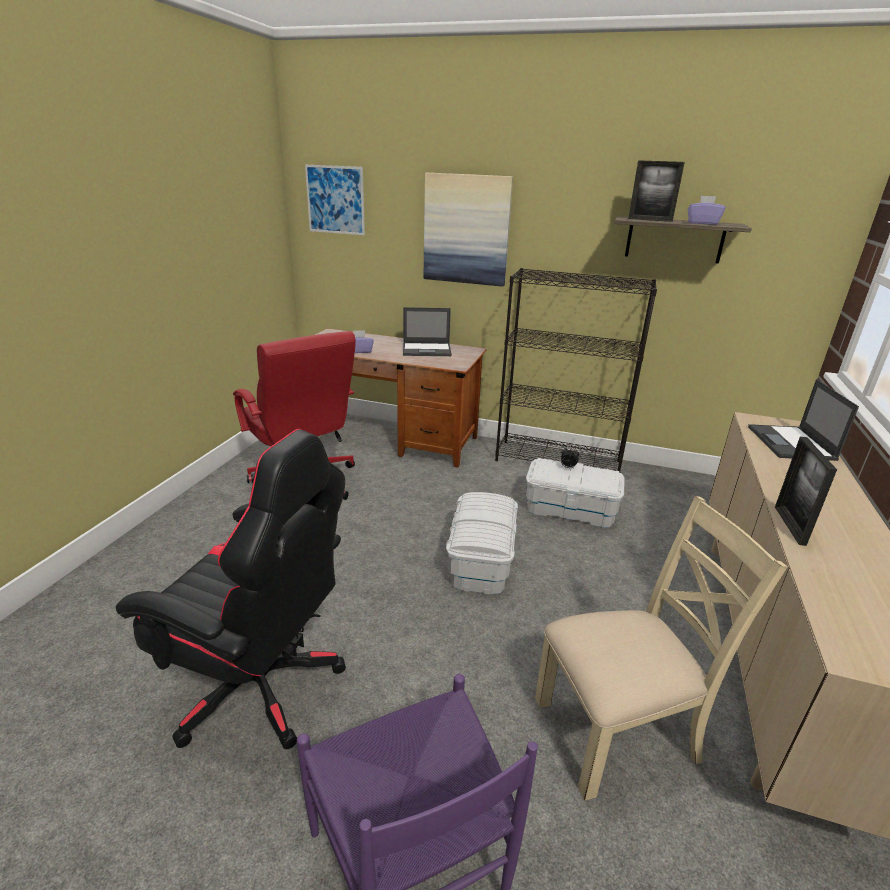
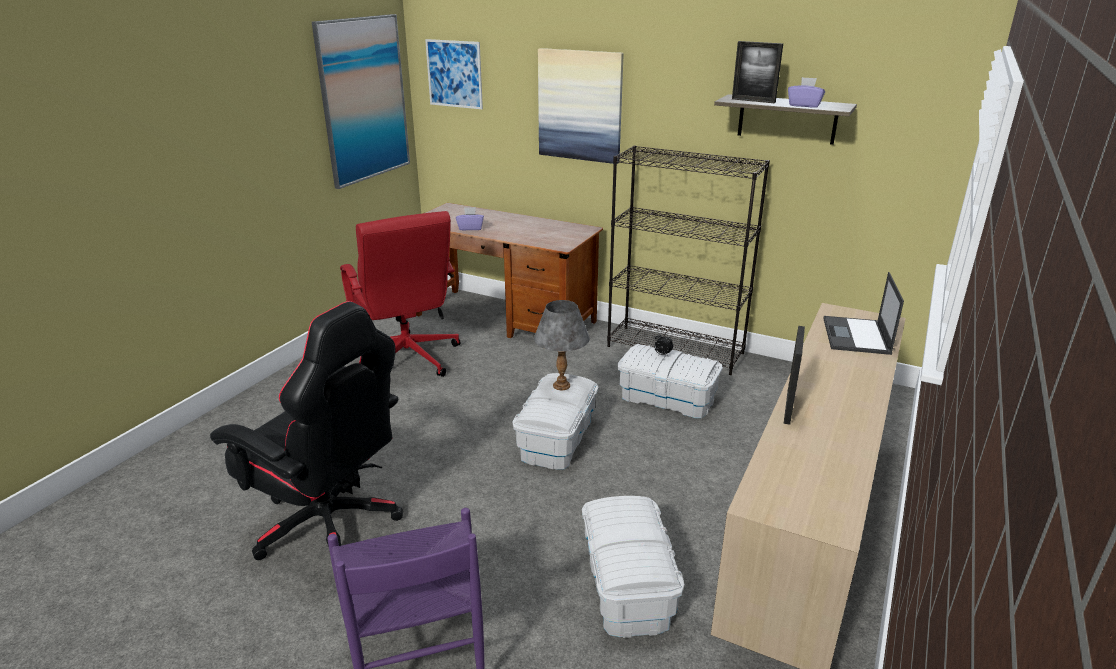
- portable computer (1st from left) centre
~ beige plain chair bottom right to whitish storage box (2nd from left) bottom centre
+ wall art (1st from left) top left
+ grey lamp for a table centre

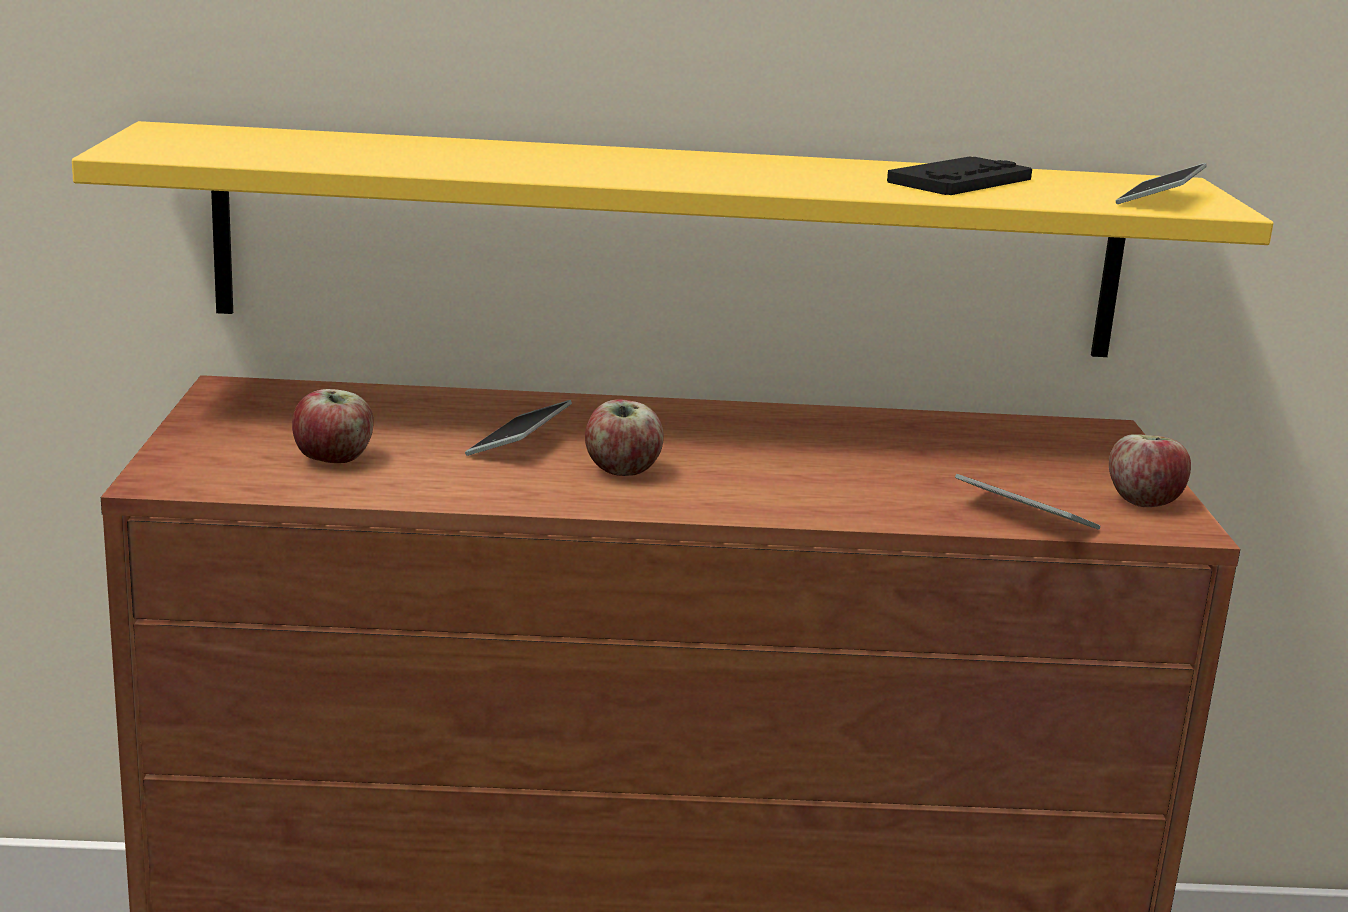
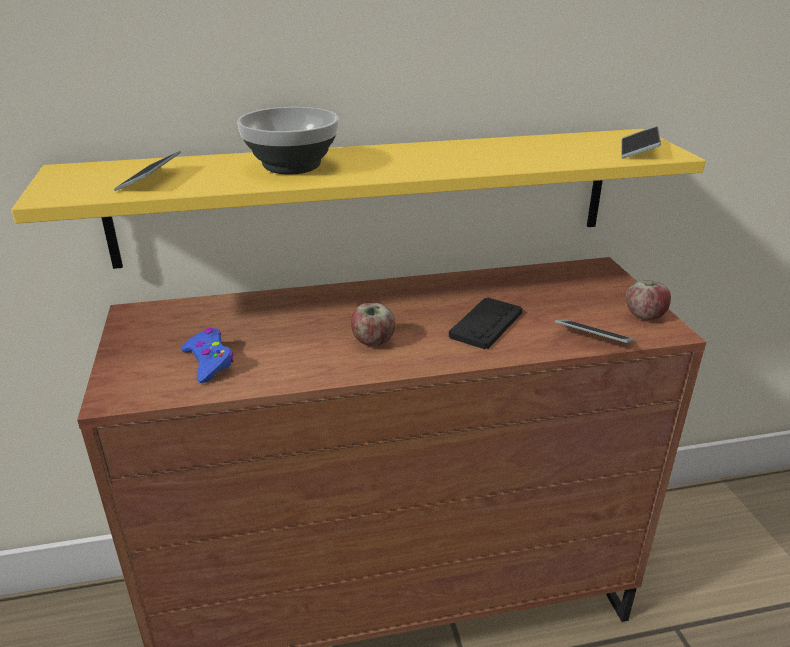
~ blackish gamepad top right to centre
~ apple fruit (1st from left) middle left to blue gamepad middle left
~ phone (1st from left) centre to top left
+ bowl top centre

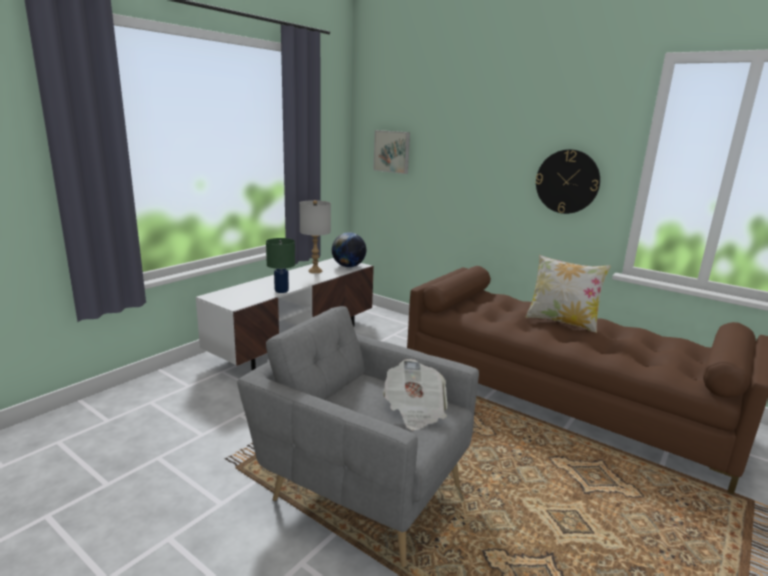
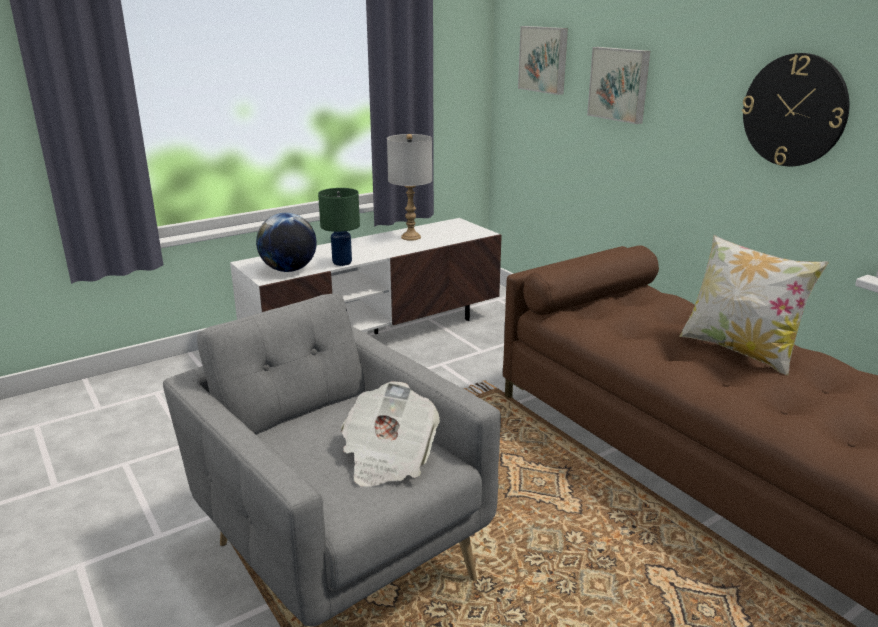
~ world globe centre to middle left
+ wall art (2nd from left) top right

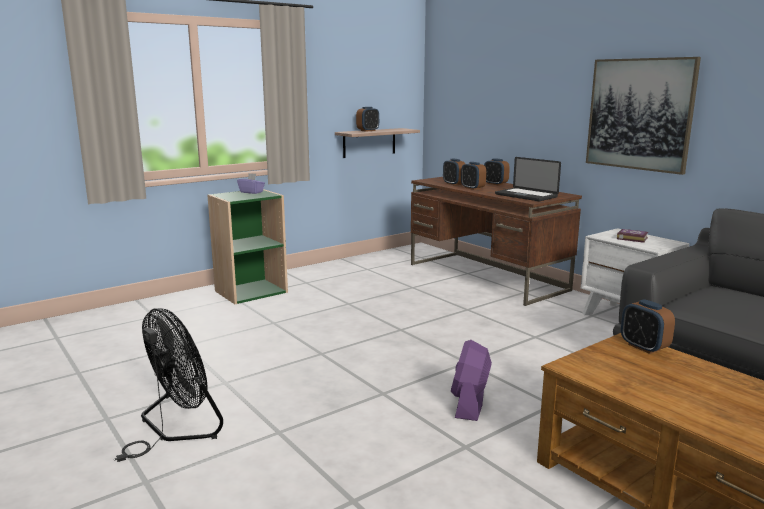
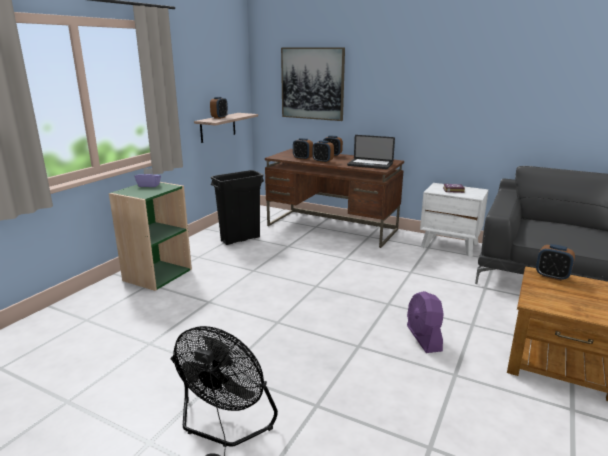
~ wall art top right to top centre
+ blackish rubbish bin centre

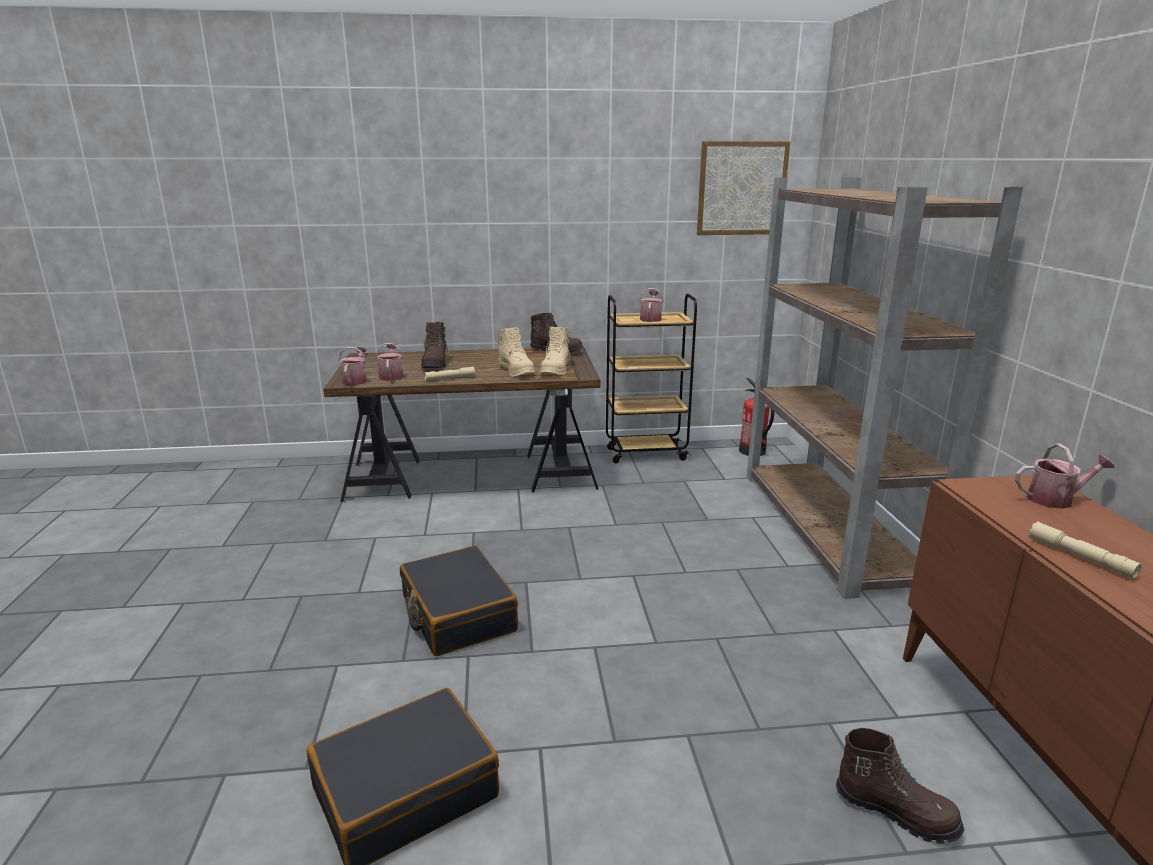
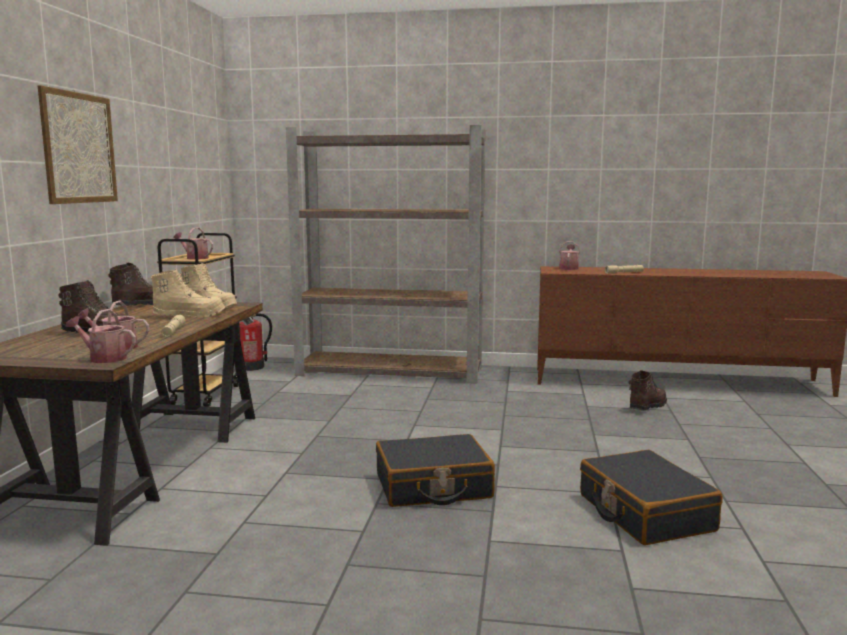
~ wall art top centre to top left

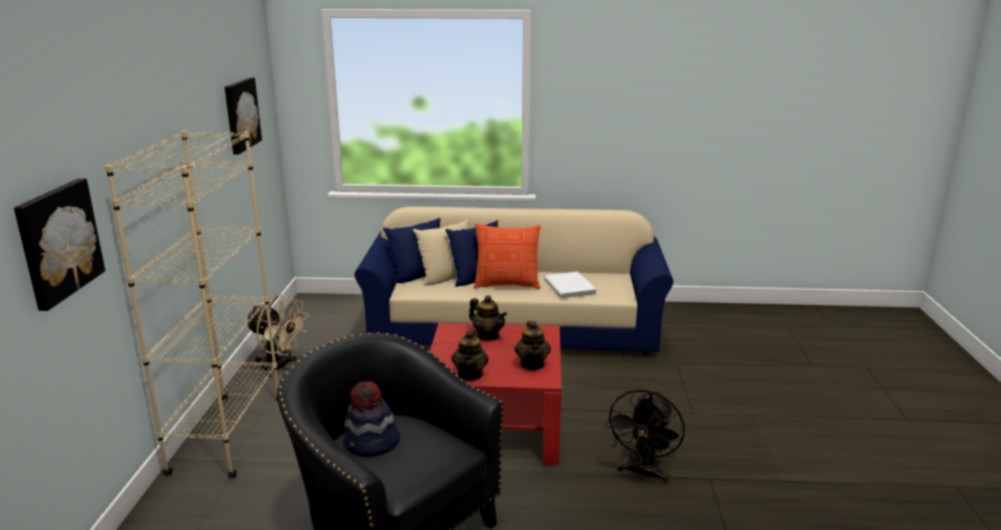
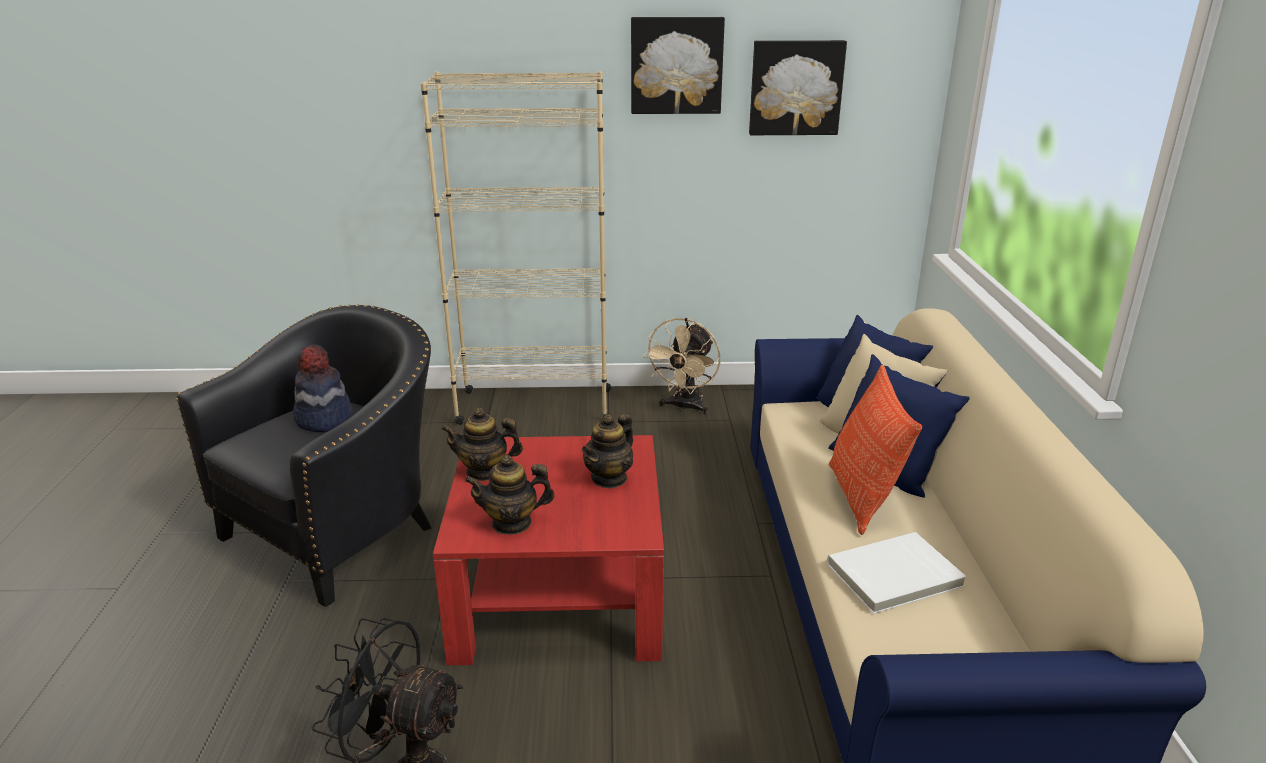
~ wall art (1st from left) middle left to top centre

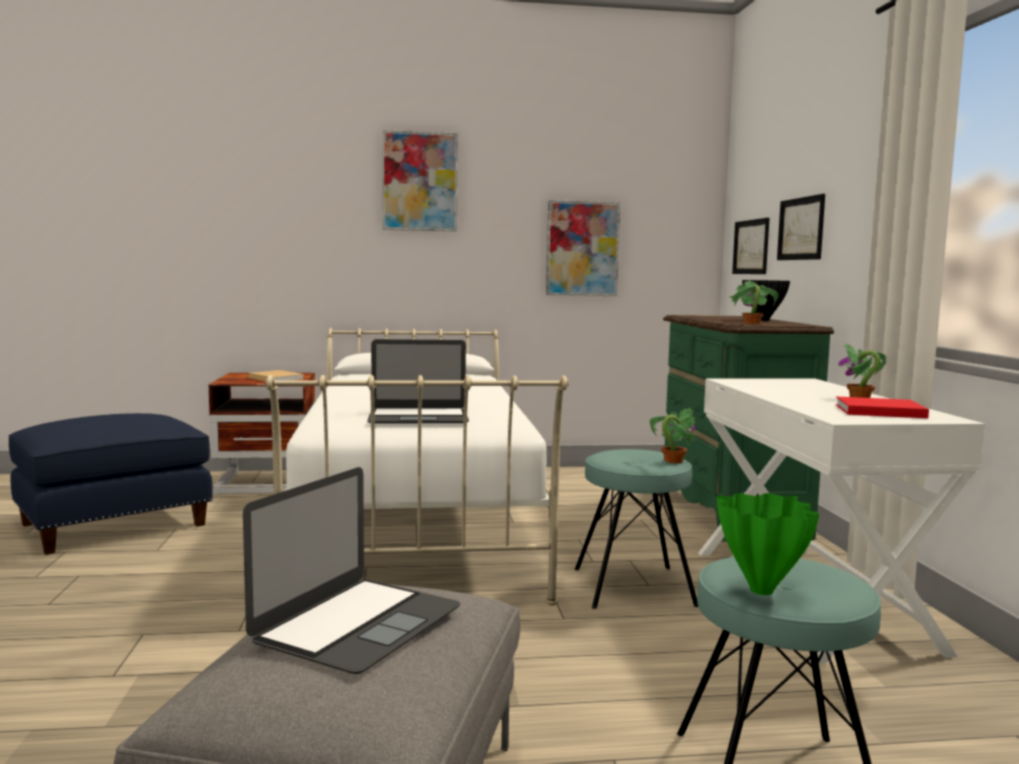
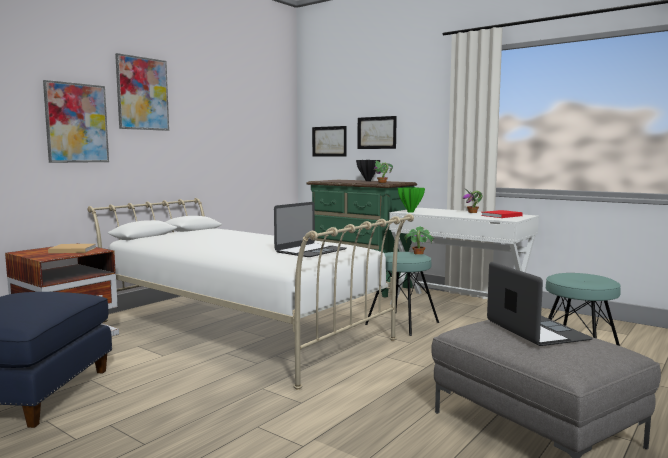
~ wall art (2nd from left in the first image) top centre to wall art (1st from left) top left
~ green vase bottom right to centre

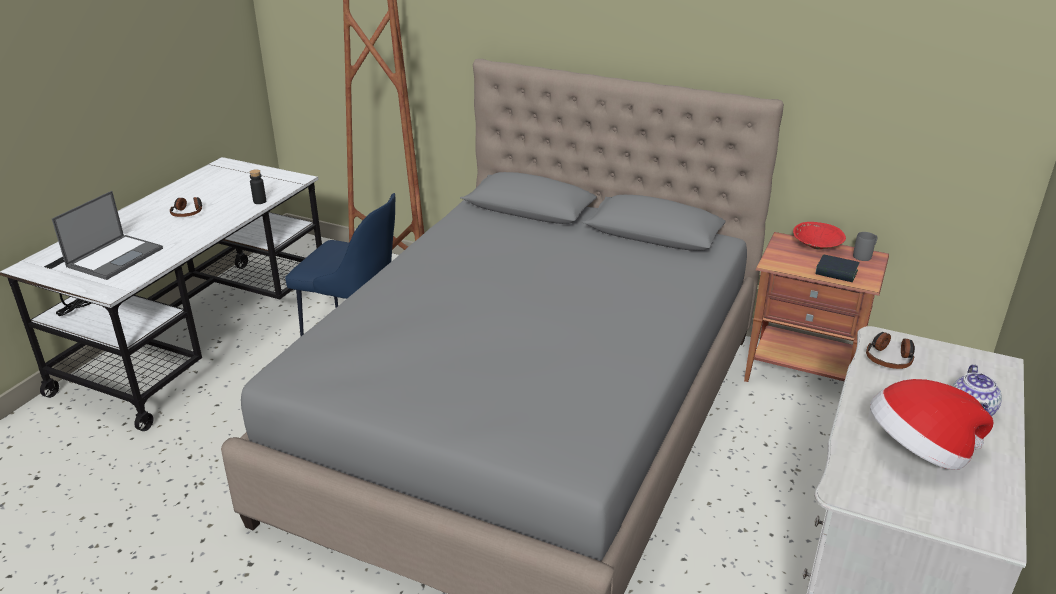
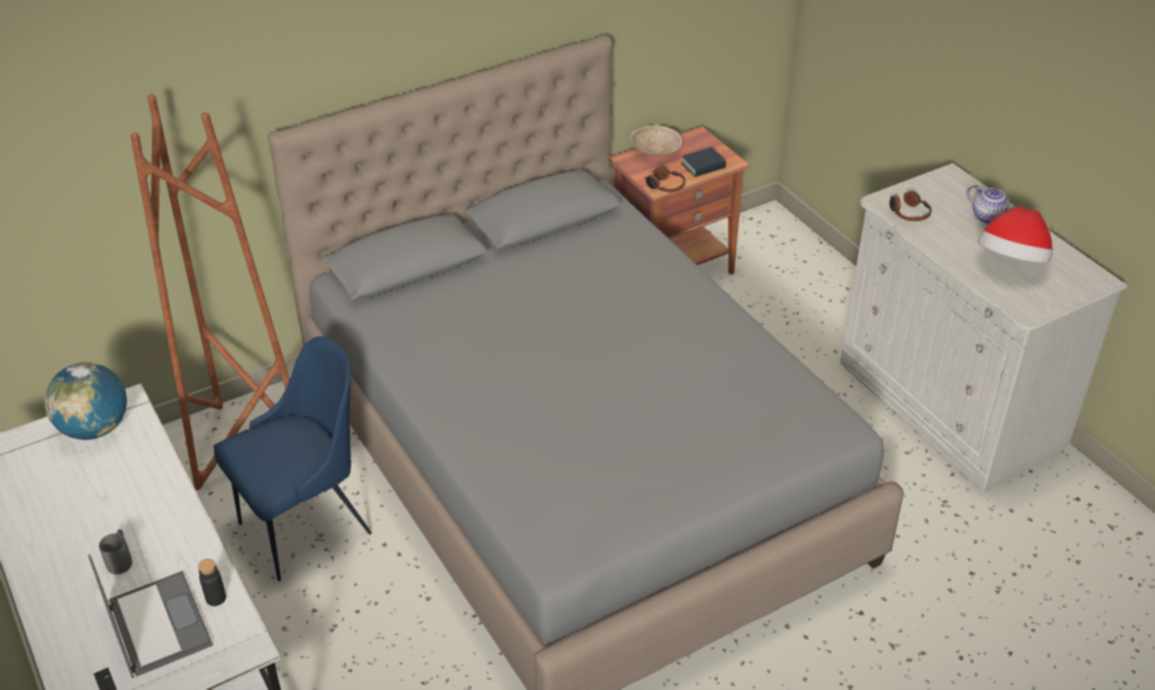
~ blackish beverage bottle top left to bottom left
~ pair of headphones (1st from left) middle left to top centre
~ red bowl middle right to beige bowl top centre
~ grey tea mug middle right to bottom left
+ world globe middle left

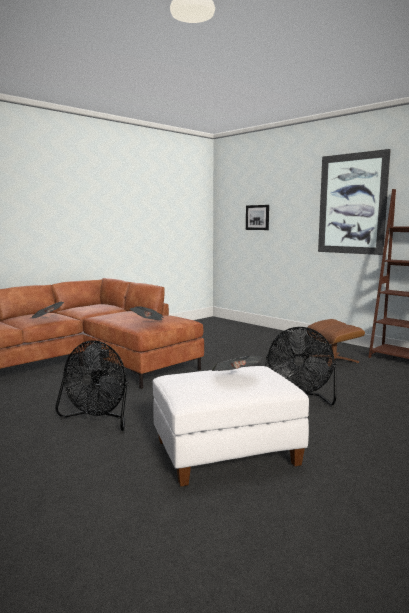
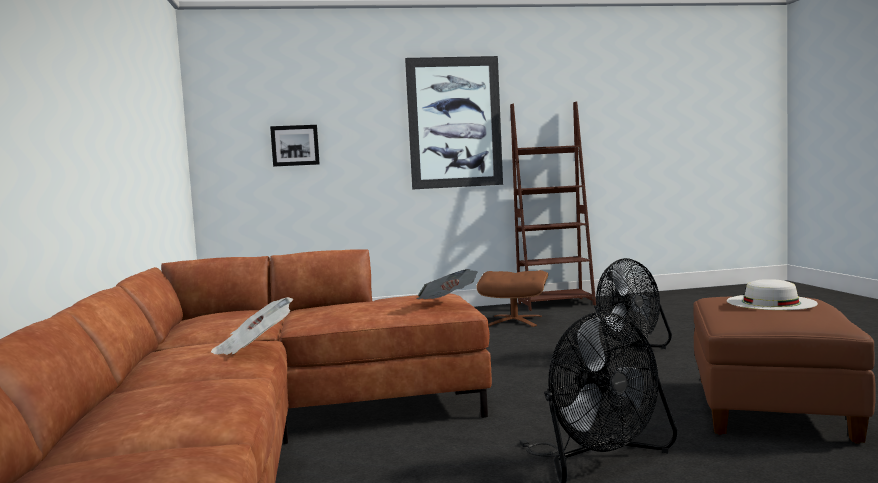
~ printed paper (3rd from left) centre to whitish wearable hat middle right
~ whitish ottoman bottom centre to brownish ottoman (2nd from left) bottom right

